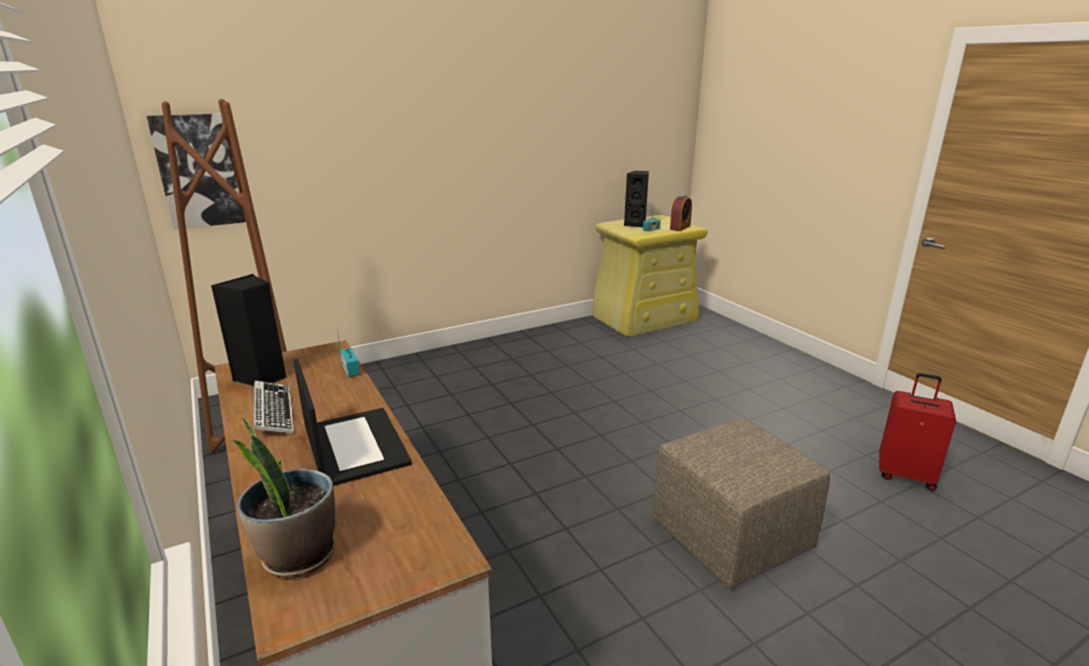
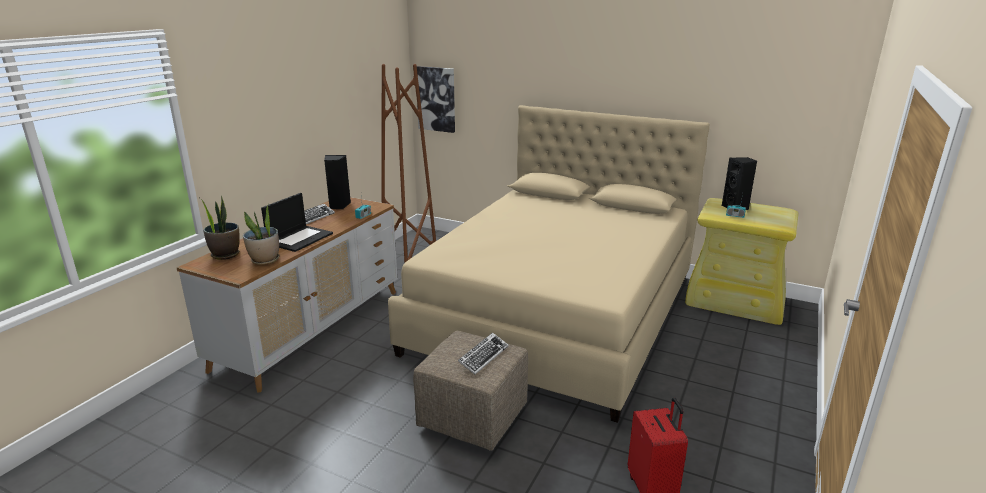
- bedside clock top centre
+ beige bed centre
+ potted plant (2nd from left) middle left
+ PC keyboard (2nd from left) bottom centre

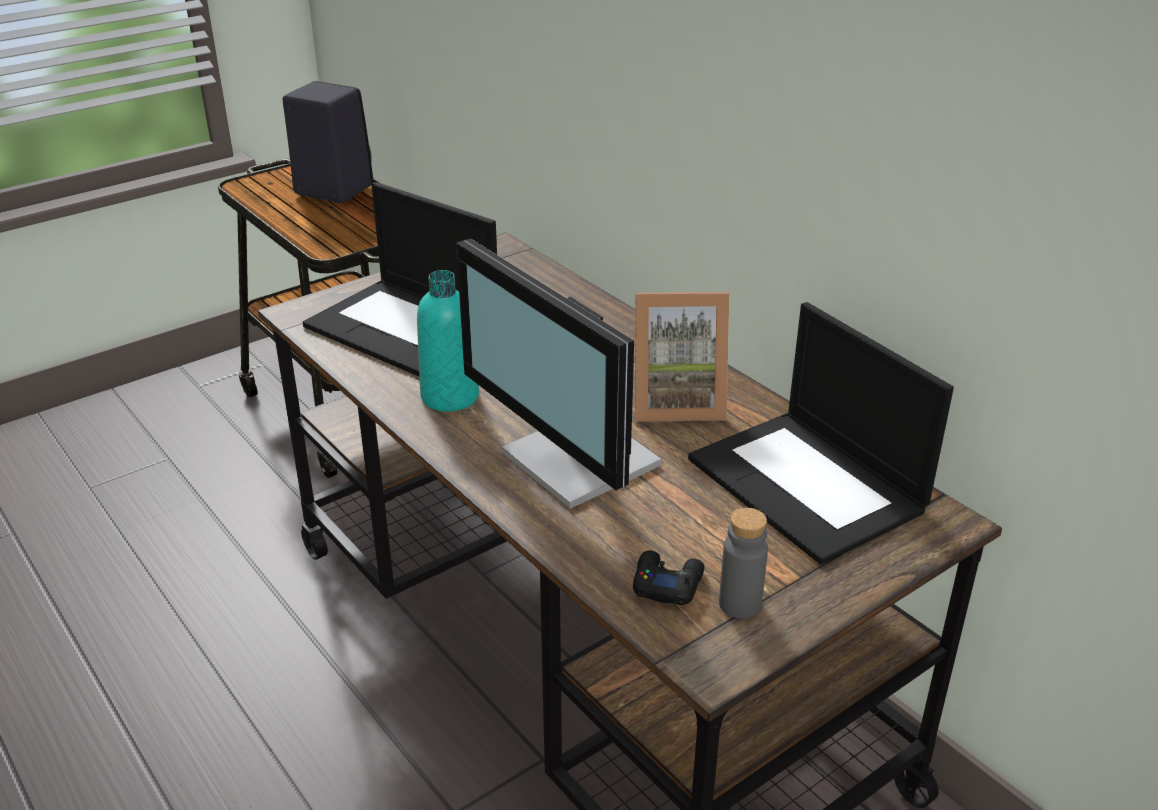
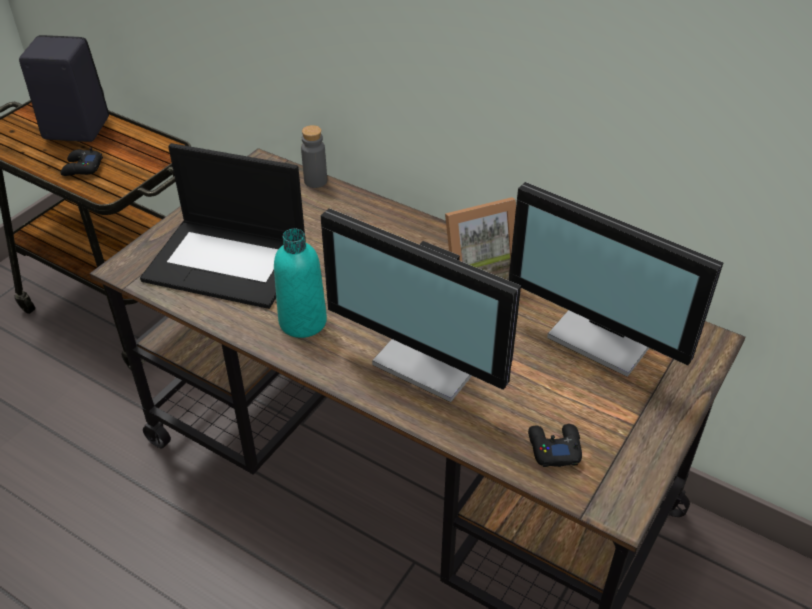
~ portable computer (2nd from left) middle right to computer display (2nd from left) middle right
~ grey beverage bottle bottom centre to top centre
+ blackish gamepad (1st from left) top left

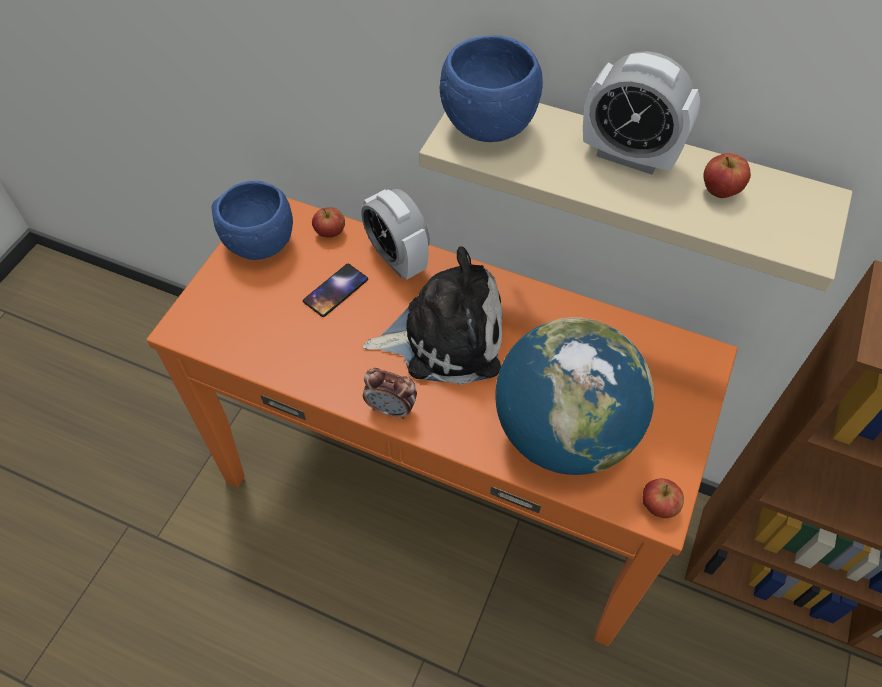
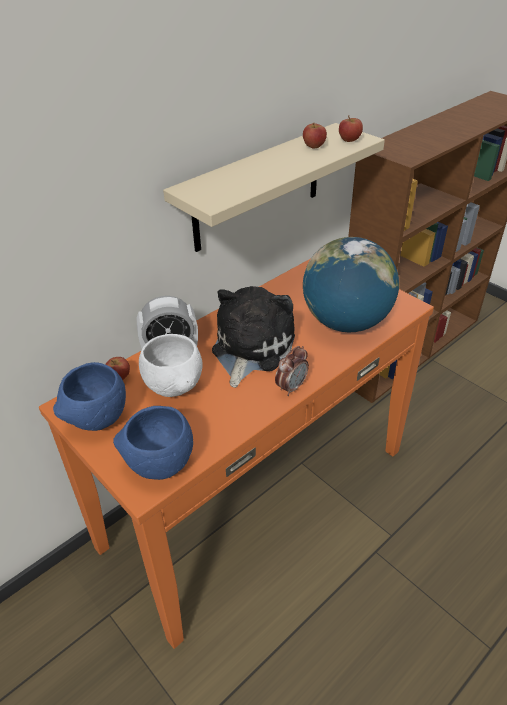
~ blue bowl (2nd from left) top centre to middle left
- bedside clock (3rd from left) top right
~ phone centre to whitish bowl centre
~ apple fruit (2nd from left in the first image) bottom right to apple fruit (3rd from left) top right

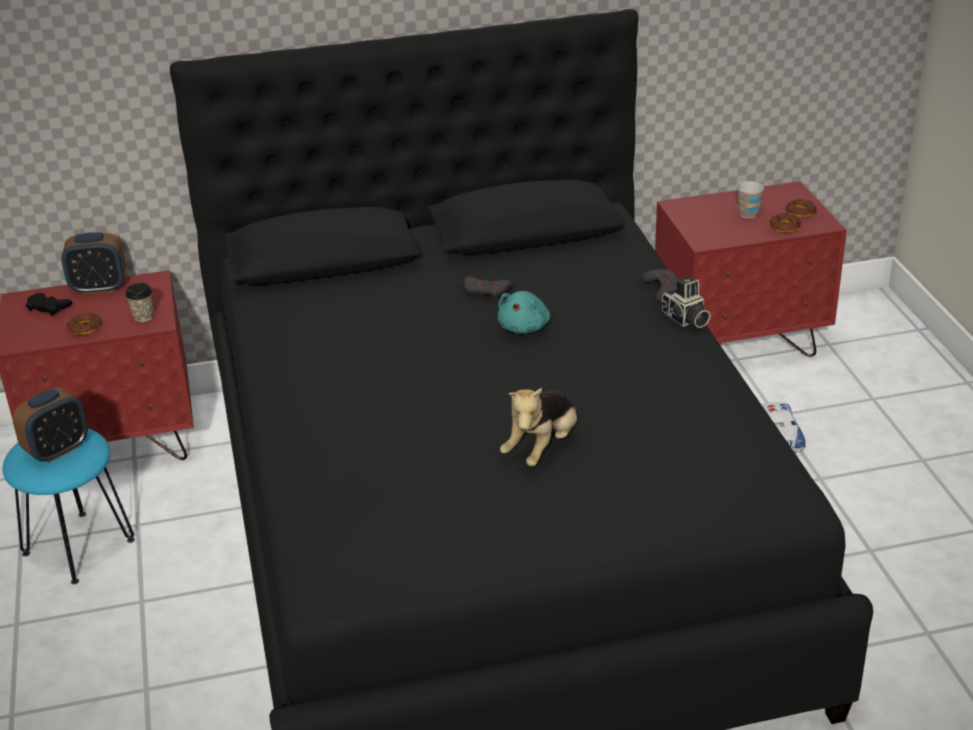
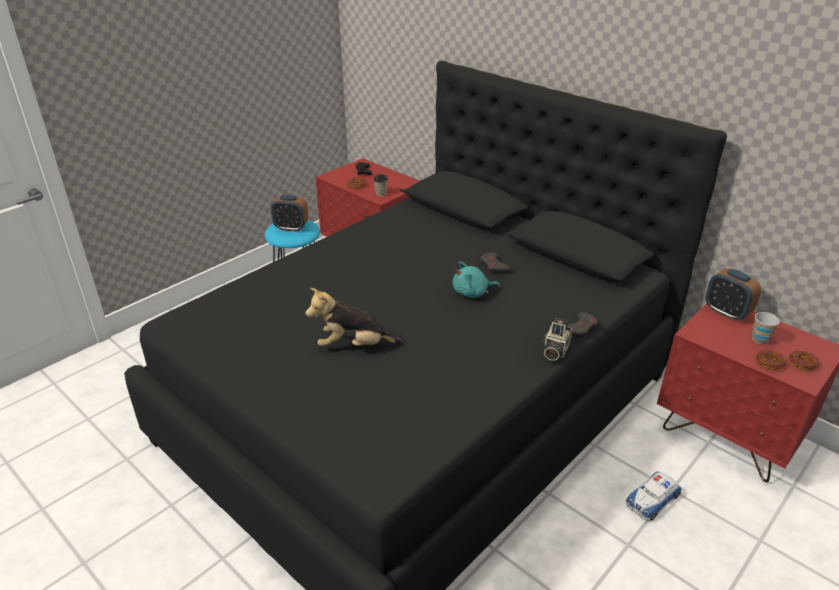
~ bedside clock (2nd from left) middle left to middle right

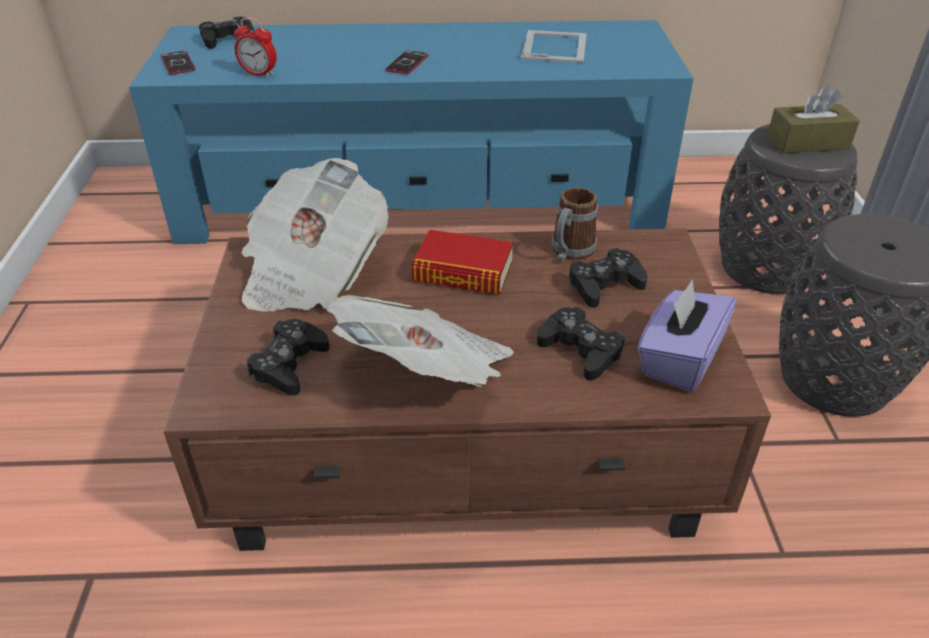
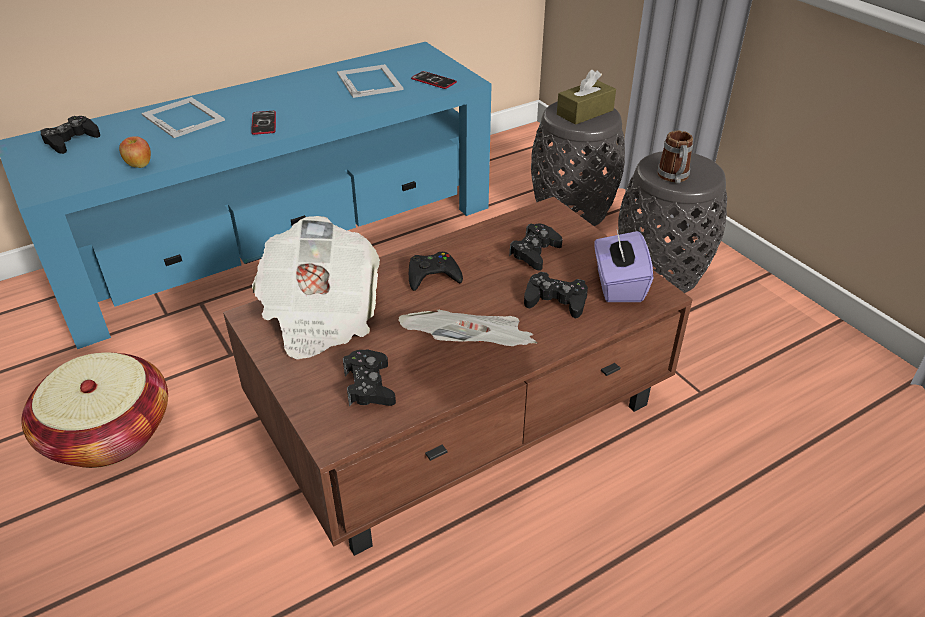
~ bedside clock top left to apple fruit top left
~ phone (1st from left in the first image) top left to phone (2nd from left) top centre
~ tea mug centre to top right
~ bound book centre to blackish gamepad (3rd from left) centre
+ standing frame (1st from left) top left
+ household basket middle left

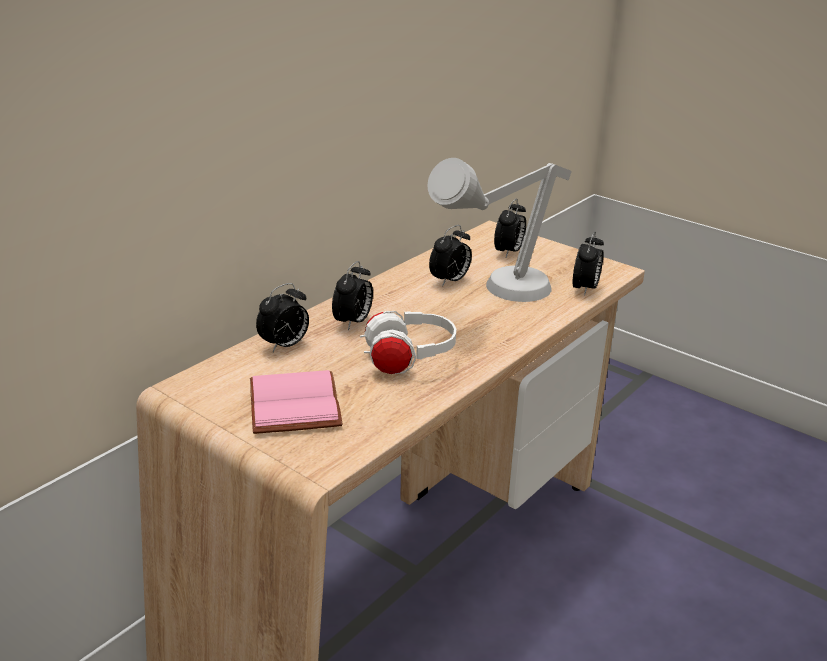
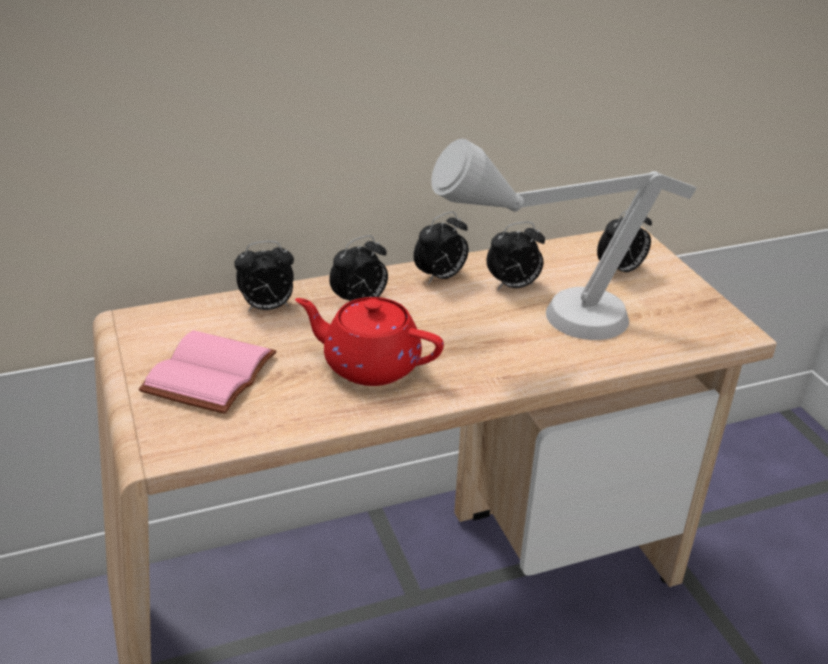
~ bedside clock (5th from left in the first image) middle right to bedside clock (3rd from left) centre
~ whitish pair of headphones centre to red tea pot centre

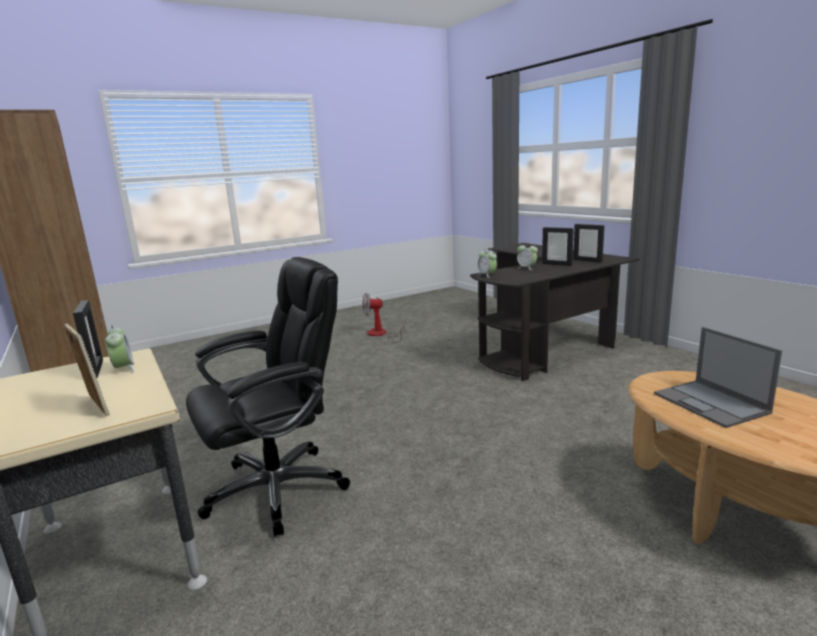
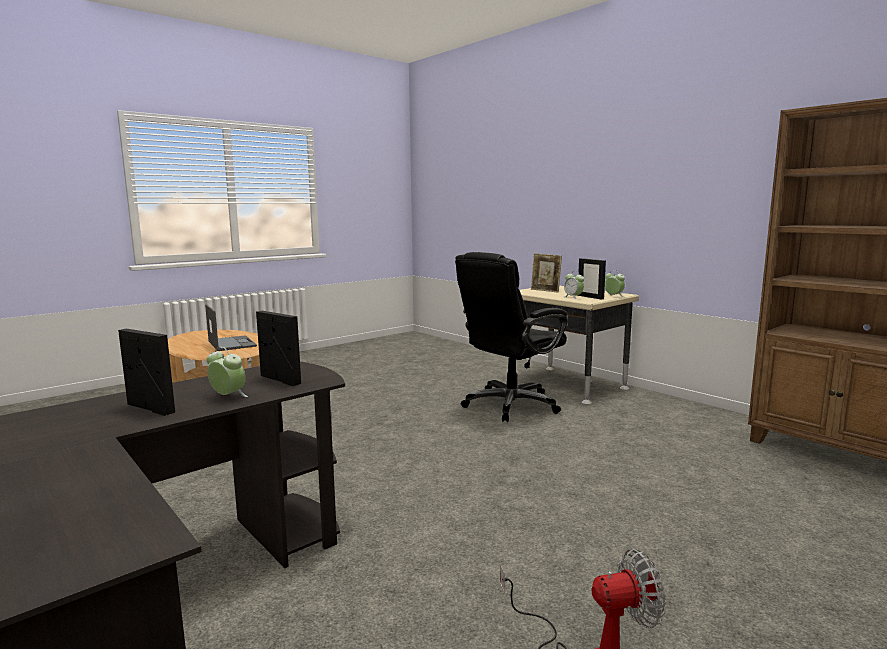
~ standing frame (4th from left in the first image) middle right to standing frame (2nd from left) middle left
~ bedside clock (2nd from left in the first image) centre to bedside clock (3rd from left) middle right

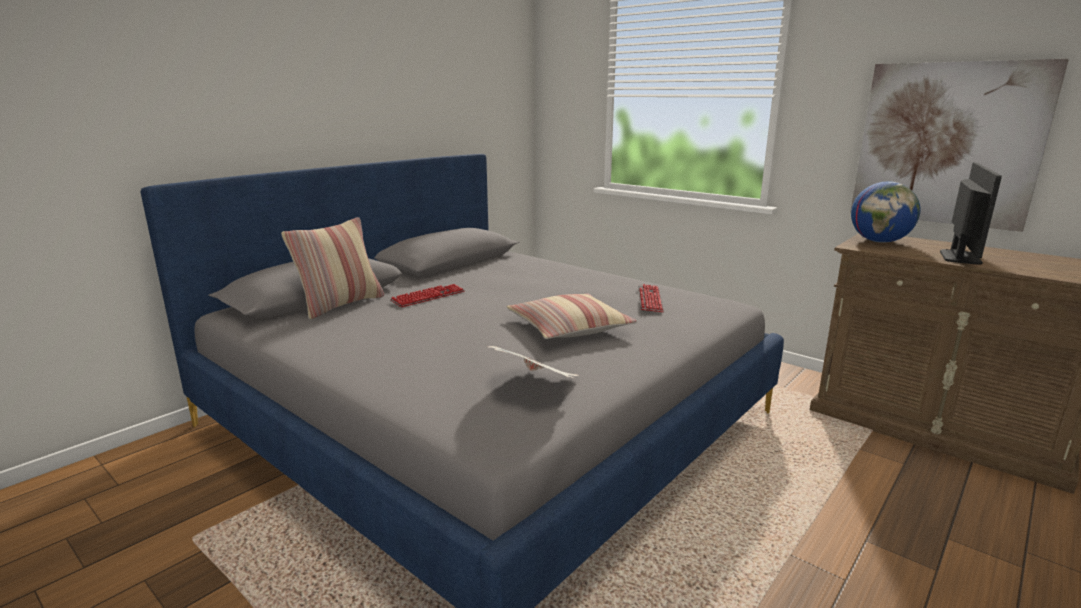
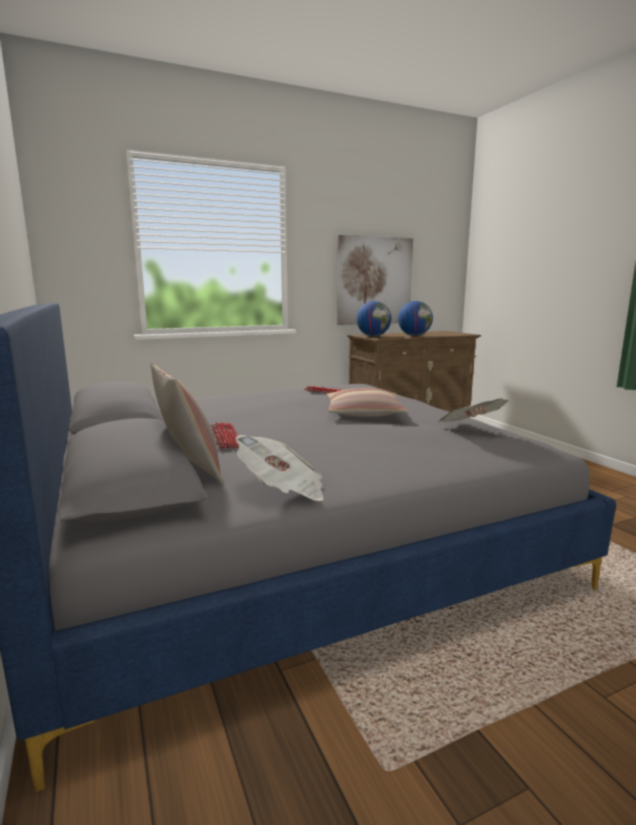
~ computer display middle right to world globe (2nd from left) centre
+ printed paper (1st from left) centre

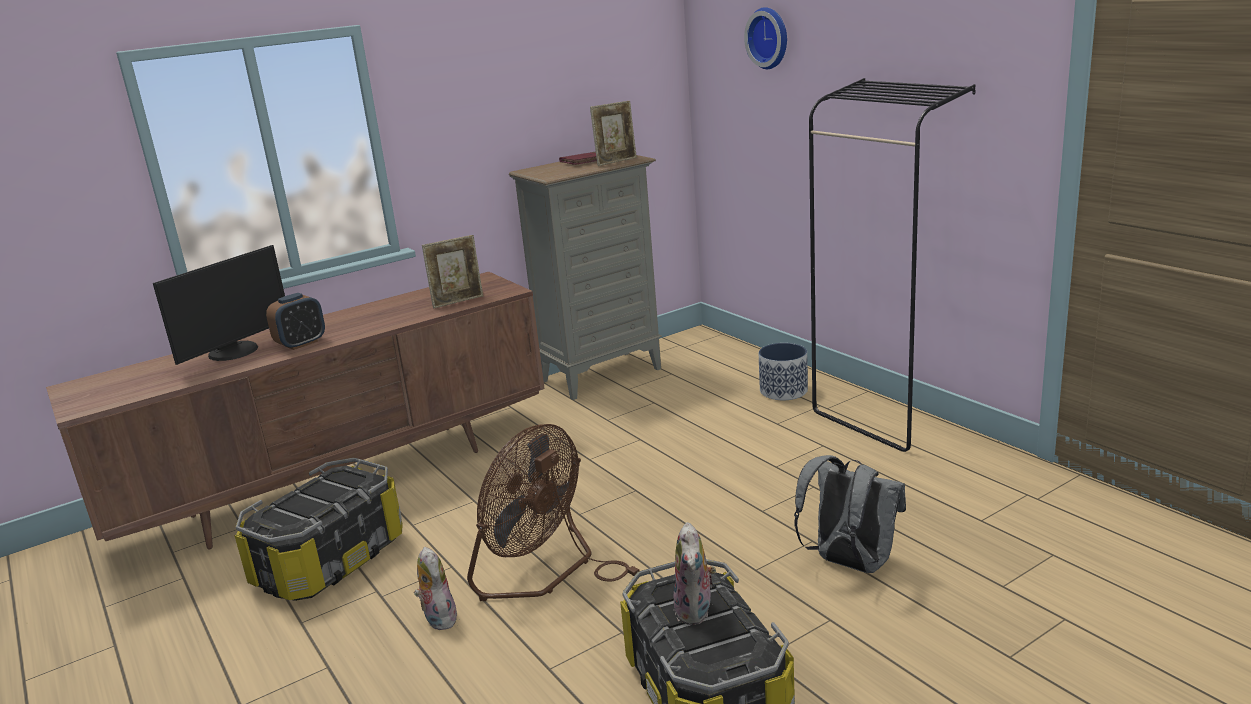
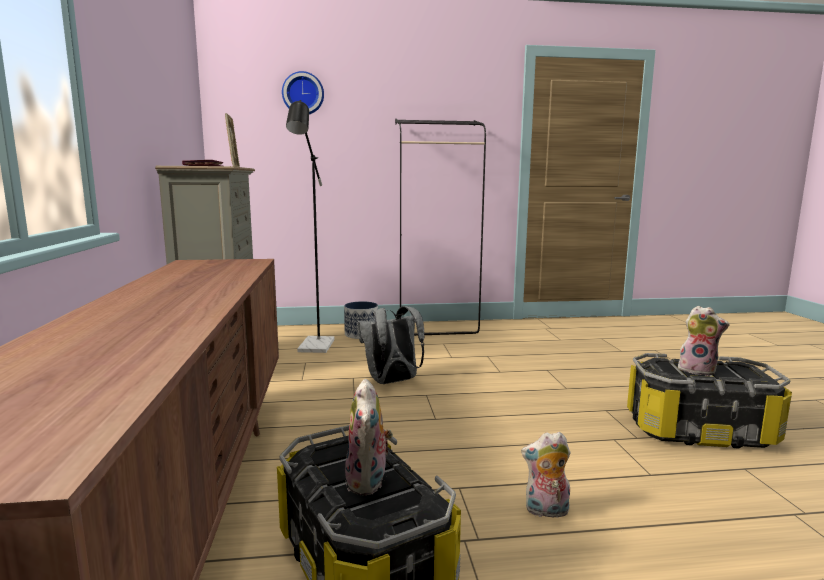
- standing frame (1st from left) centre
- computer display middle left
- bedside clock middle left
- brownish electric fan bottom centre
~ grey backpack bottom right to centre
+ blackish floor lamp centre
+ cuddly toy (1st from left) bottom centre

